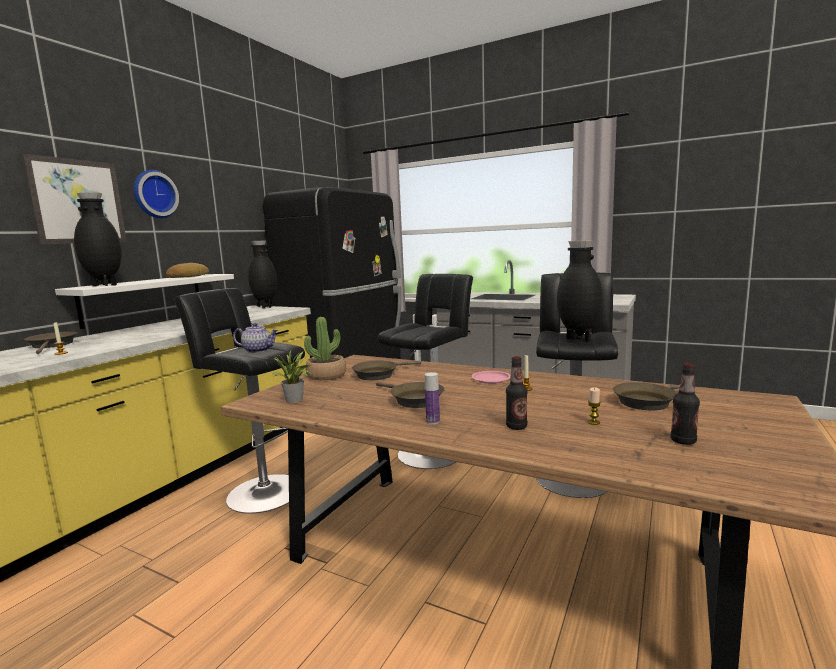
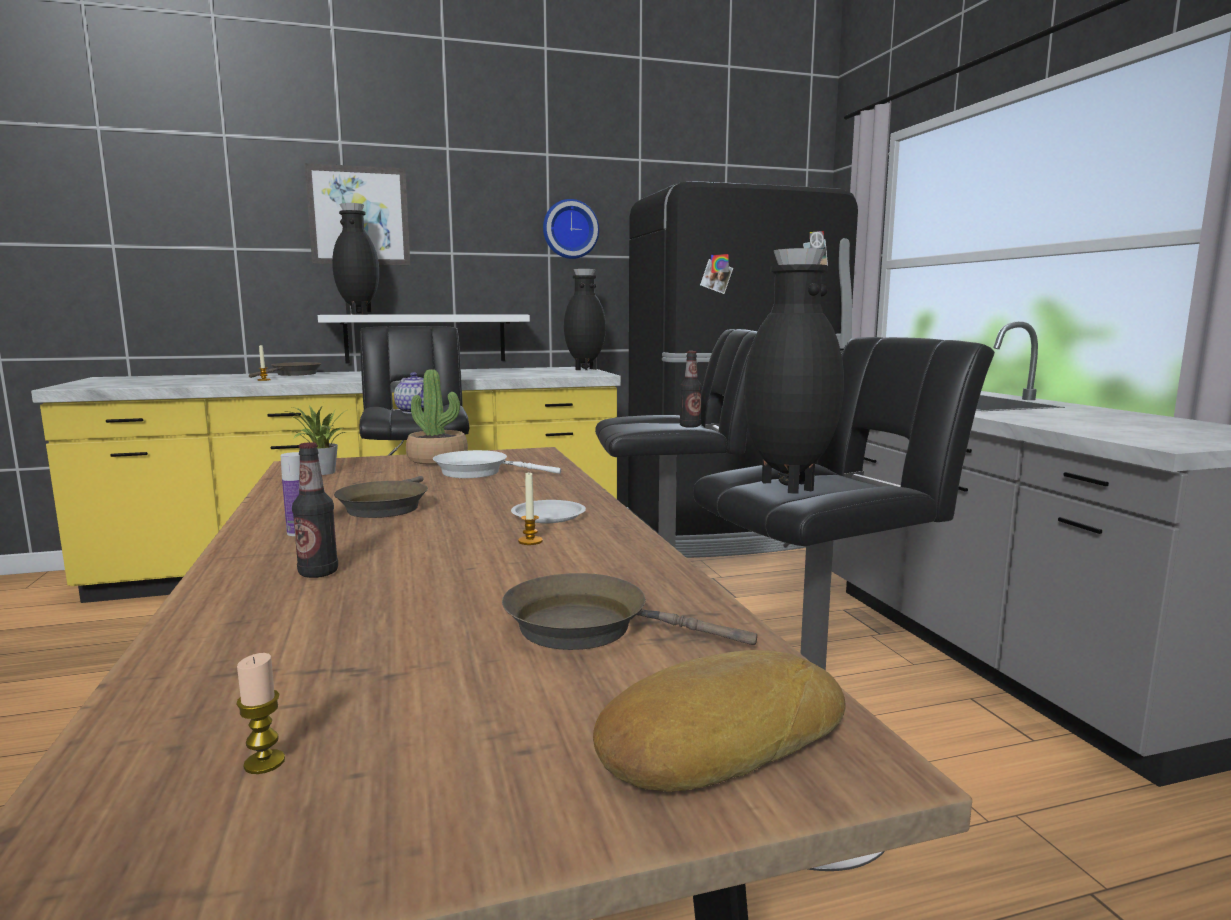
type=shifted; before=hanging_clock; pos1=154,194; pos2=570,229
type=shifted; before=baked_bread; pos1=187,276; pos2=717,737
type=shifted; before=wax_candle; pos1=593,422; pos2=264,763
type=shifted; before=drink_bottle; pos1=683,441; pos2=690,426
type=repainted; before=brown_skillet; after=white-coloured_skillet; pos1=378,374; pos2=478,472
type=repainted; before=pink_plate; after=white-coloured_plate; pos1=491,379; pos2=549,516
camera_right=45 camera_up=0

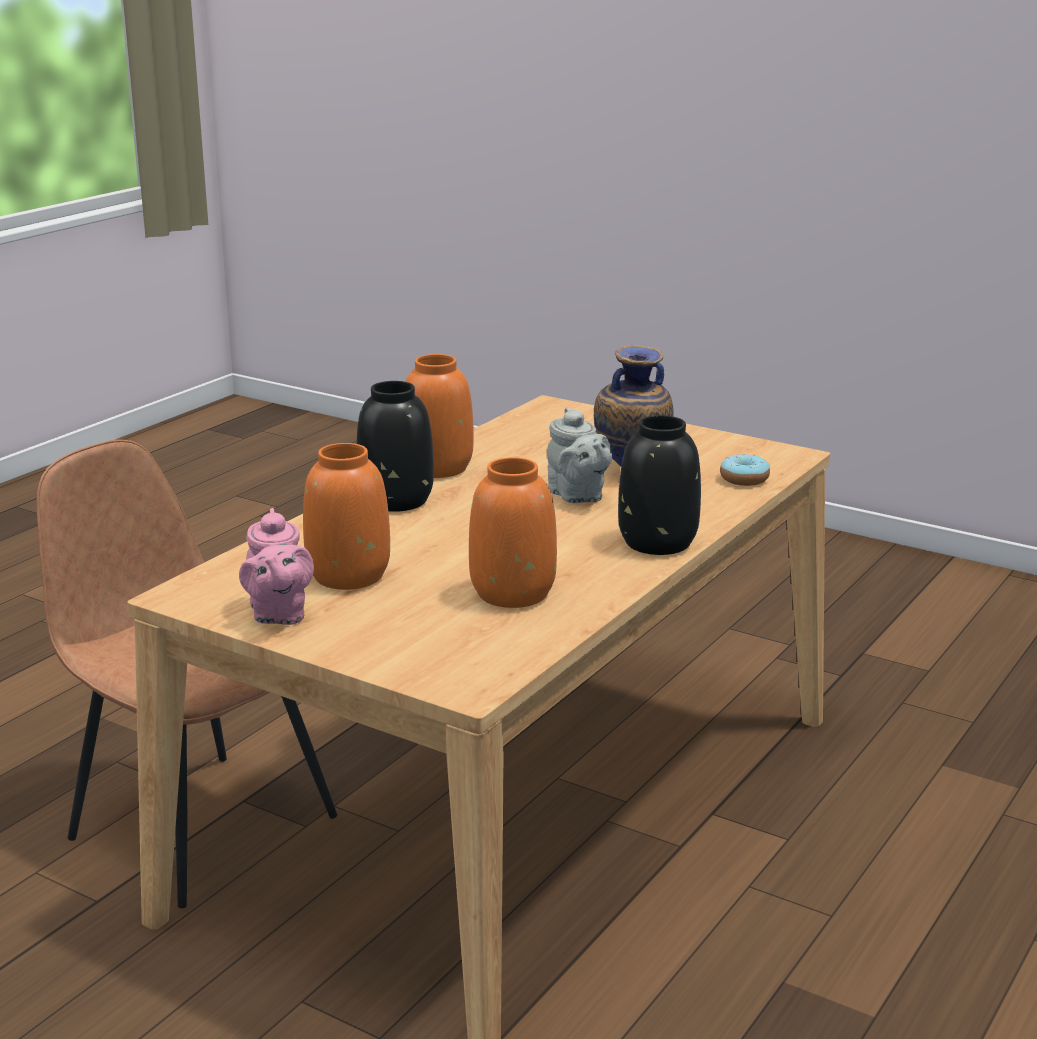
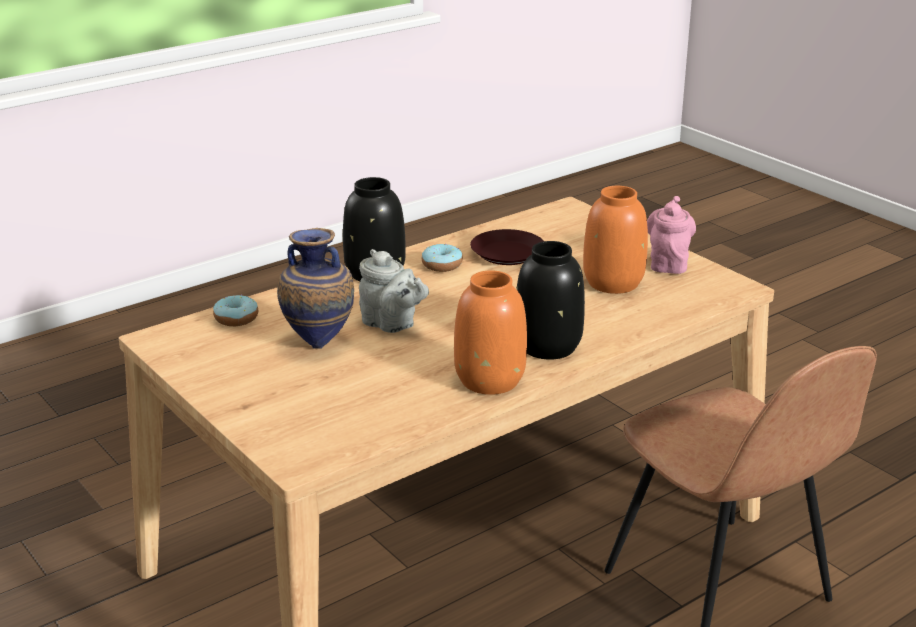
type=new; after=ring_doughnut; pos2=442,265
type=swapped; before=orange_decorative_vase; after=brown_plate; pos1=512,593; pos2=507,254
type=rotated; before=gray_tea_pot; pos1=578,496; pos2=391,324; turn=135
camera_right=-160 camera_up=5

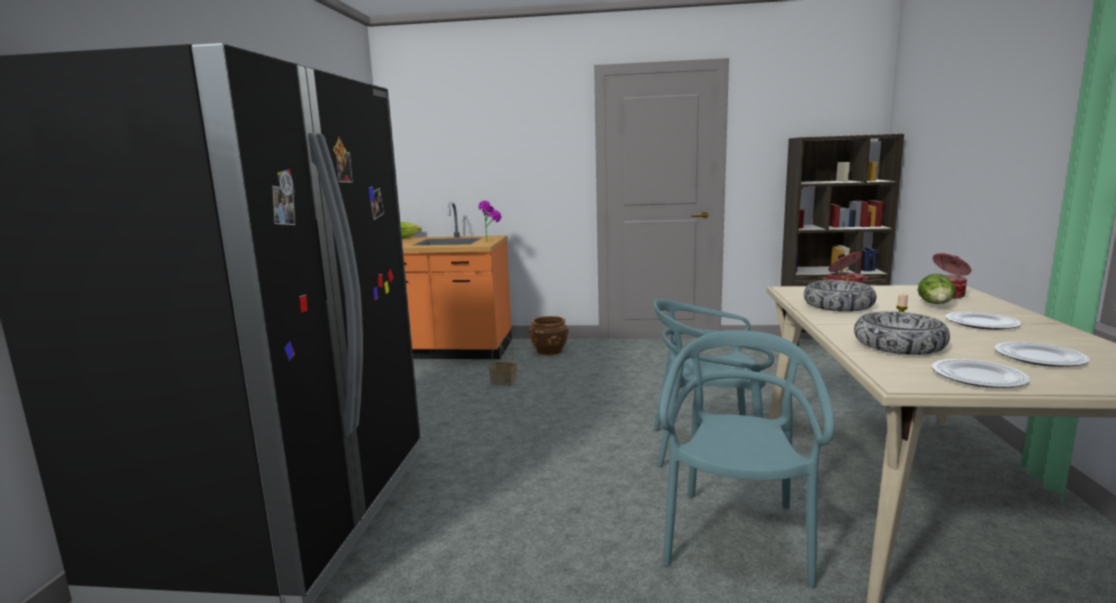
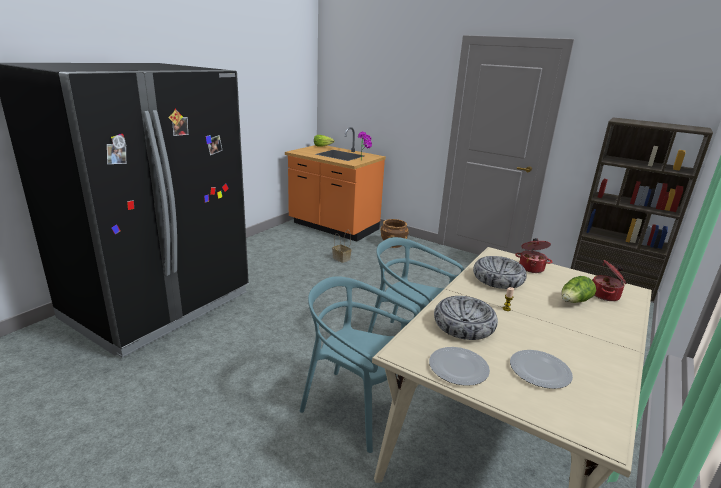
type=gone; before=plate; pos1=981,323
type=rotated; before=turquoise_plain_chair; pos1=737,537; pos2=355,406; turn=-105
camera_right=25 camera_up=10

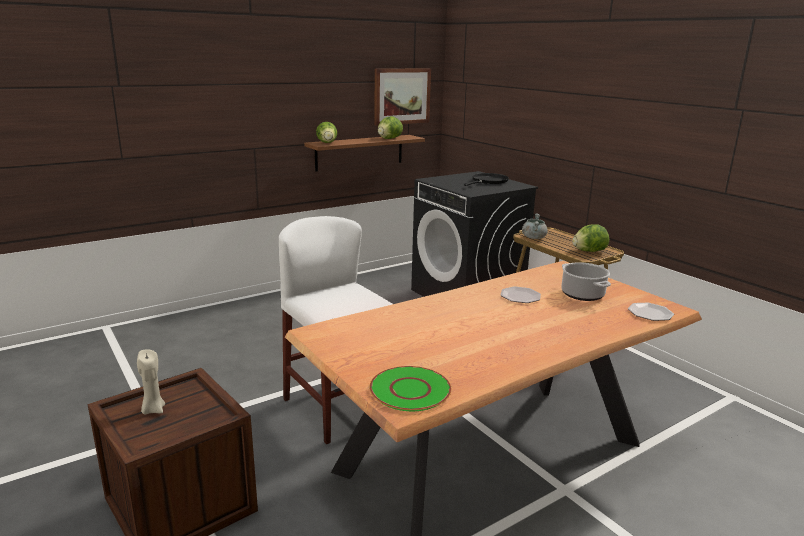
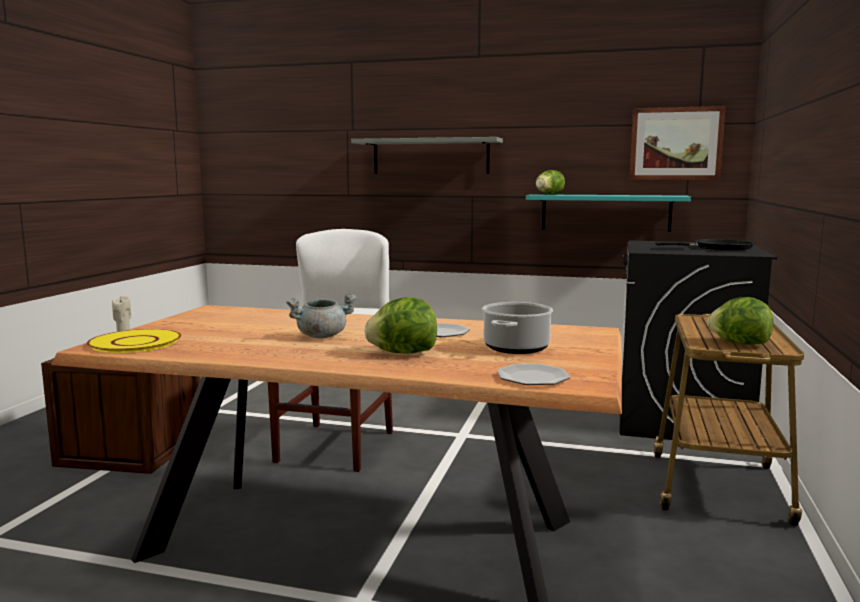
type=new; after=gray_shelf; pos2=430,156
type=shifted; before=lettuce; pos1=389,139; pos2=403,353
type=shifted; before=gray_saucepot; pos1=533,237; pos2=322,336
type=repainted; before=brown_shelf; after=turquoise_shelf; pos1=359,152; pos2=605,212
type=repainted; before=green_plate; after=yellow_plate; pos1=410,389; pos2=136,342
camera_right=50 camera_up=-10

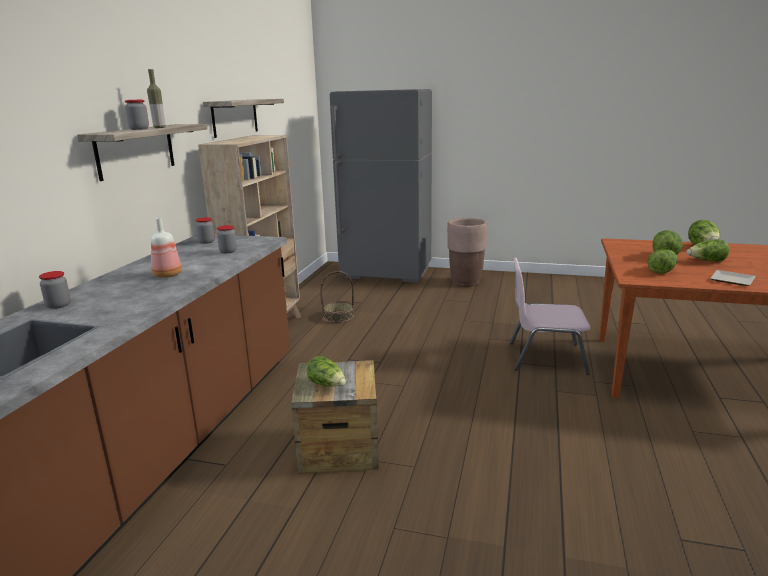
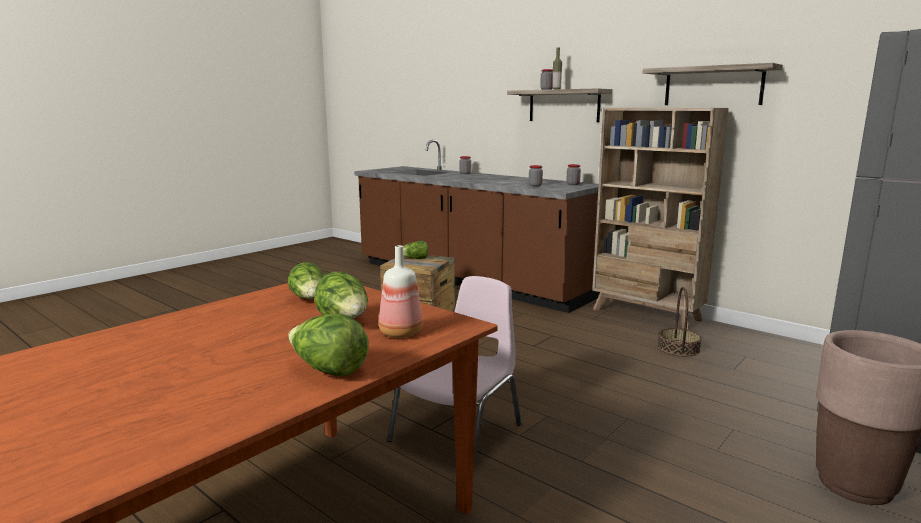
type=gone; before=lettuce; pos1=706,261
type=gone; before=plate; pos1=733,280
type=shifted; before=drink_bottle; pos1=167,275; pos2=399,333
camera_right=115 camera_up=-5

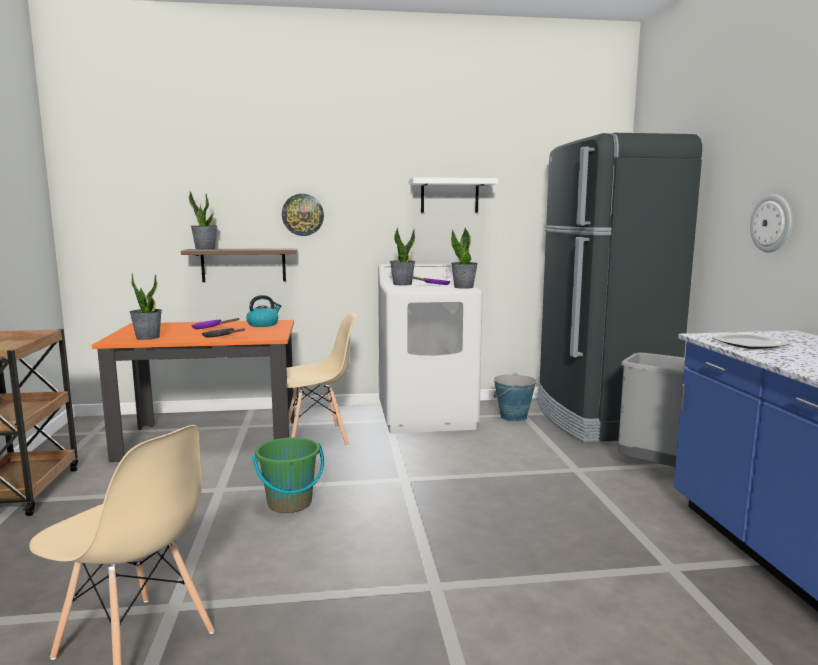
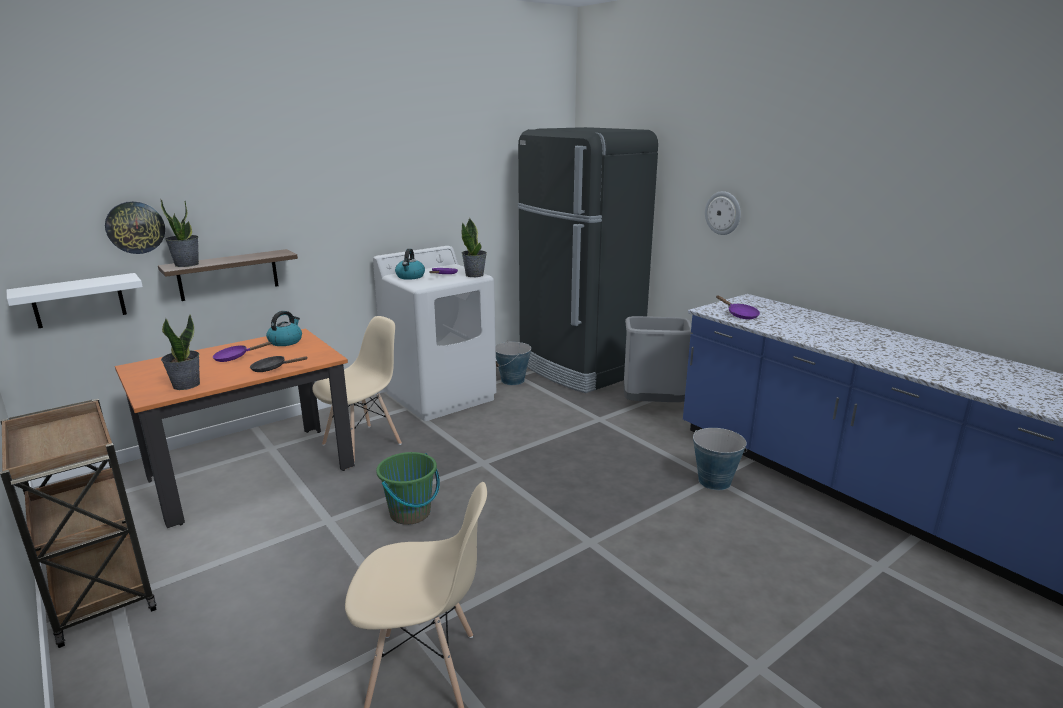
type=new; after=water_bucket; pos2=714,481
type=shifted; before=hanging_clock; pos1=303,214; pos2=135,227
type=shifted; before=white-coloured_shelf; pos1=449,196; pos2=78,300
type=swapped; before=houseplant; after=tea_kettle; pos1=402,284; pos2=410,276
type=swapped; before=plate; after=purplish_skillet; pos1=748,344; pos2=740,315
camera_right=-30 camera_up=10

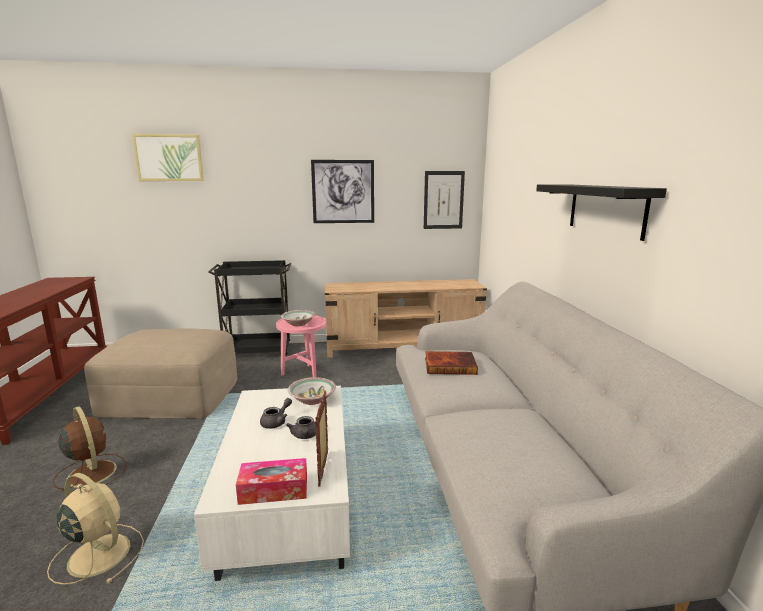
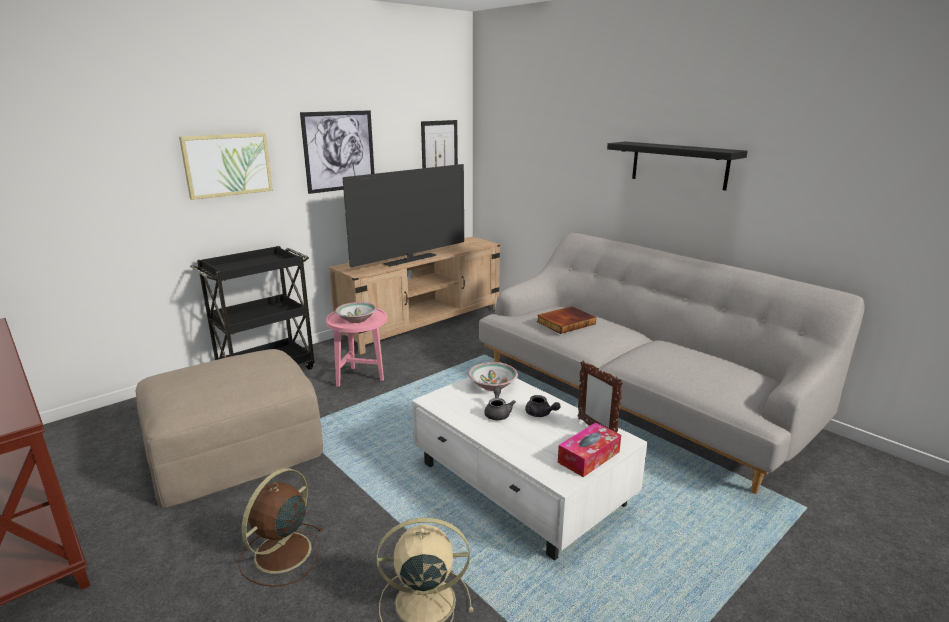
type=new; after=TV_set; pos2=410,260
type=shifted; before=wall_picture; pos1=169,158; pos2=227,165
type=rotated; before=brown_fan; pos1=91,472; pos2=281,554; turn=-75
camera_right=-35 camera_up=5

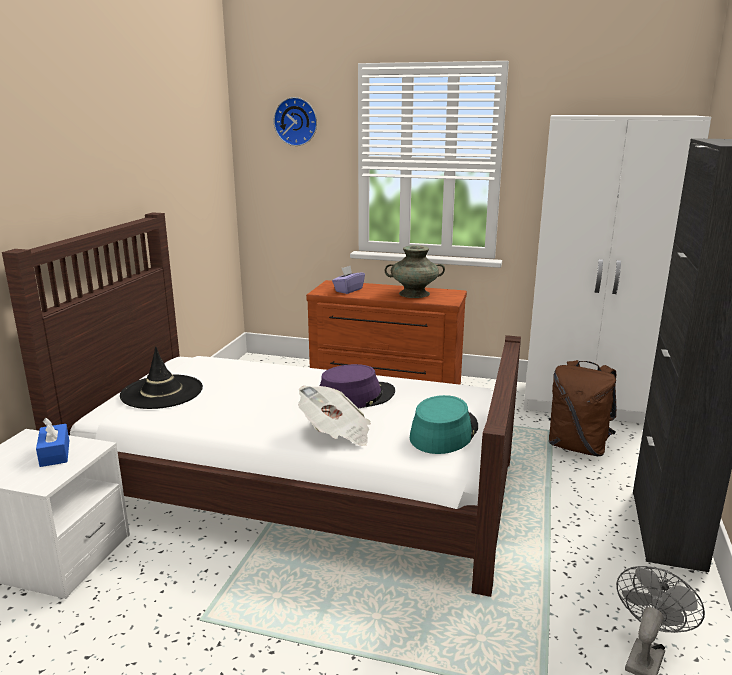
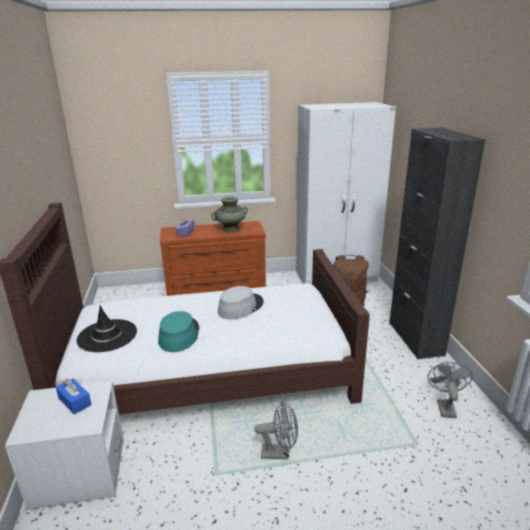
type=gone; before=hanging_clock; pos1=296,121
type=gone; before=daily_paper; pos1=336,433
type=new; after=gray_fan; pos2=280,453
type=shifted; before=turquoise_clothing_hat; pos1=443,432; pos2=179,335
type=repainted; before=purplish_clothing_hat; after=gray_clothing_hat; pos1=356,396; pos2=240,307
camera_right=-25 camera_up=5

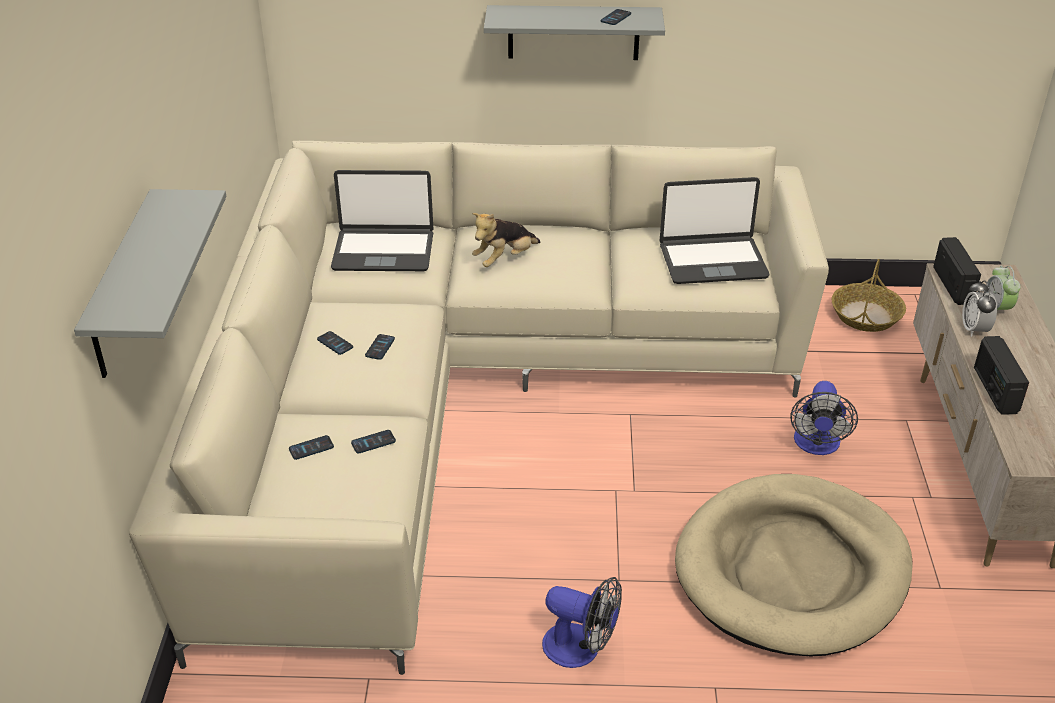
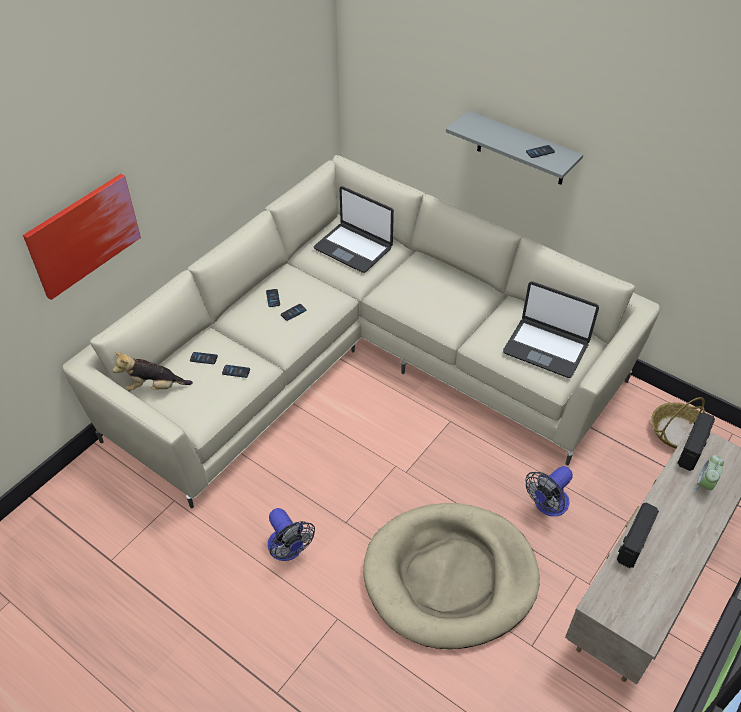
type=gone; before=bedside_clock; pos1=974,329
type=shifted; before=cuddly_toy; pos1=504,259; pos2=154,387
type=swapped; before=gray_shelf; after=wall_picture; pos1=122,287; pos2=83,235
camera_right=35 camera_up=10

